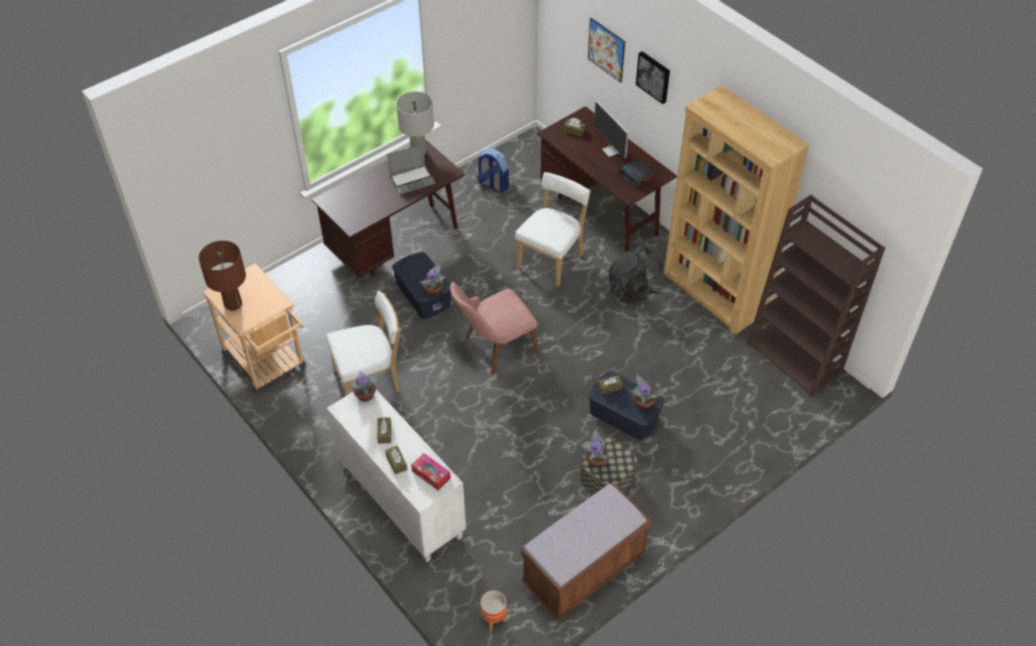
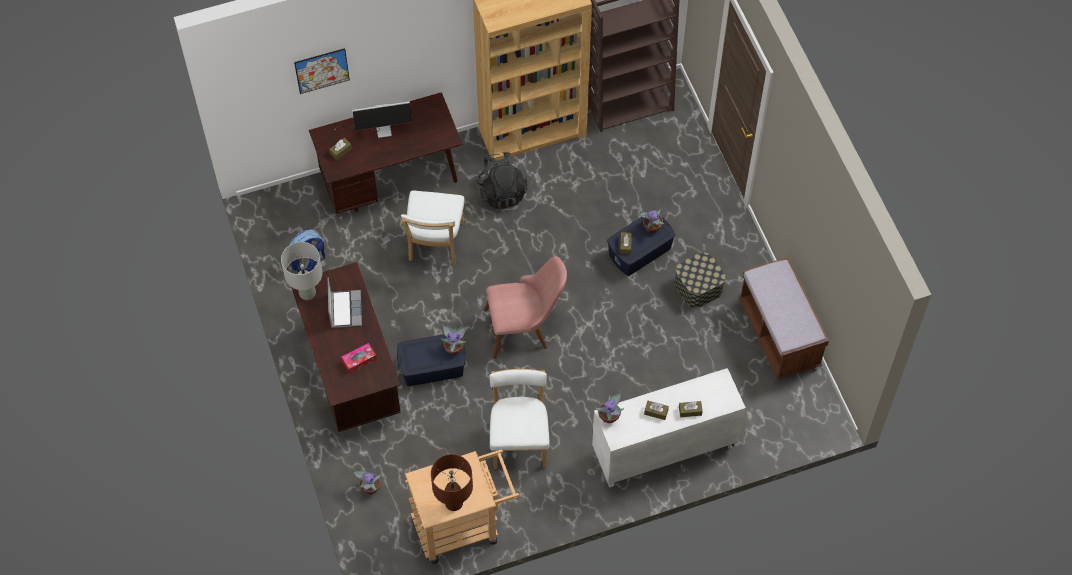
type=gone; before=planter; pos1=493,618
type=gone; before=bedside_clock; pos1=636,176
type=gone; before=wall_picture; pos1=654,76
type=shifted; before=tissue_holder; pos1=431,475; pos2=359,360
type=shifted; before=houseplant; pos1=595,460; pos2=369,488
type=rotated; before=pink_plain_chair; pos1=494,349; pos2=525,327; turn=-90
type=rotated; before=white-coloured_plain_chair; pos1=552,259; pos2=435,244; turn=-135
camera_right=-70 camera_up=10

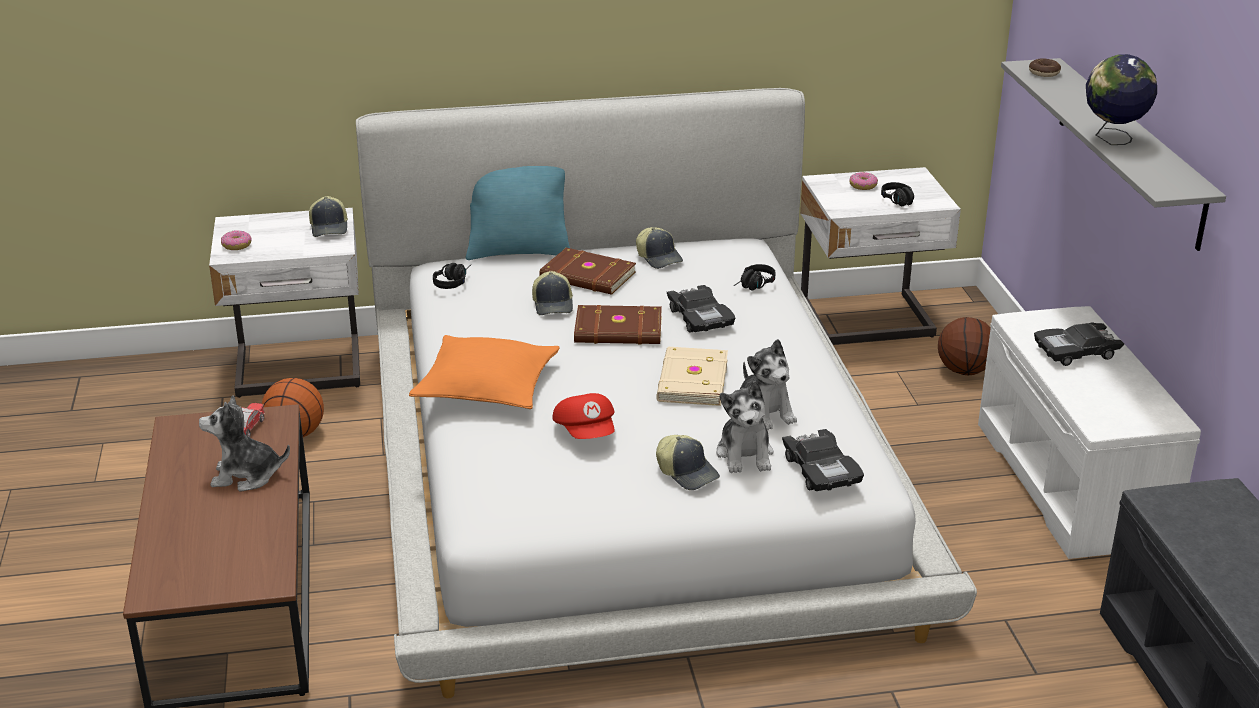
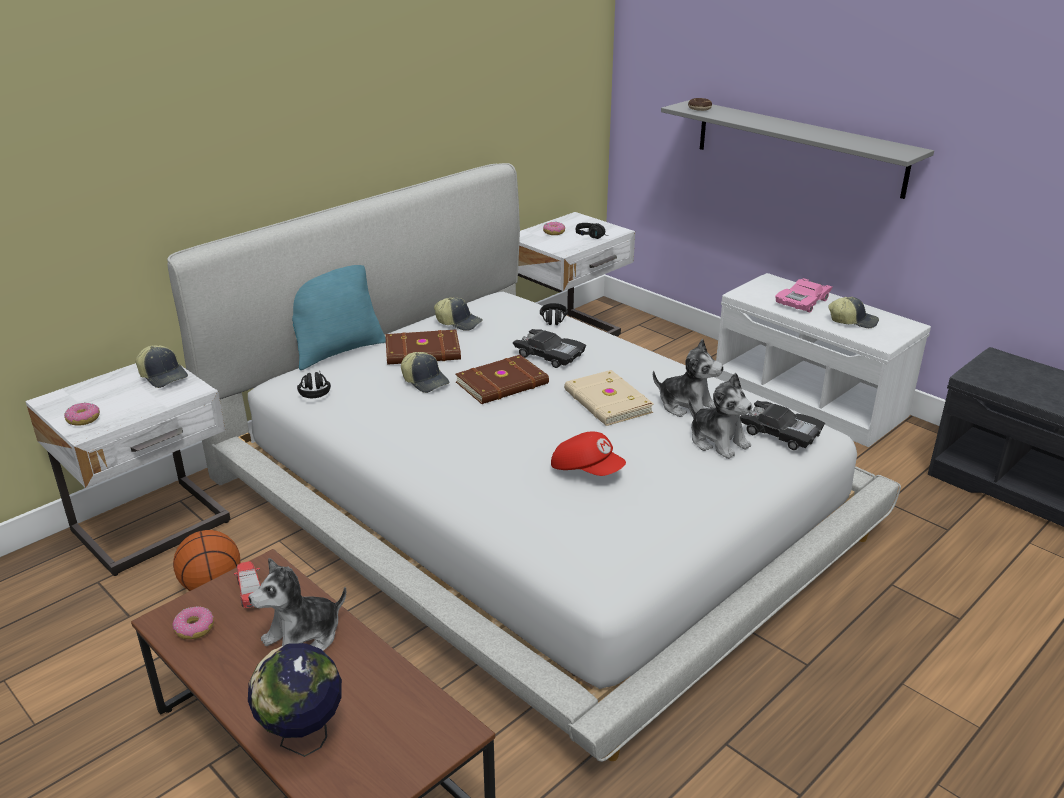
type=gone; before=orange_cushion; pos1=487,387
type=gone; before=ball_for_basketball; pos1=964,371
type=new; after=ring_doughnut; pos2=194,628
type=shifted; before=cap; pos1=687,472; pos2=852,321
type=shifted; before=desk_globe; pos1=1113,139; pos2=303,739
type=repainted; before=black-coloured_model_car; after=pink_model_car; pos1=1076,352; pos2=802,302
camera_right=-35 camera_up=0

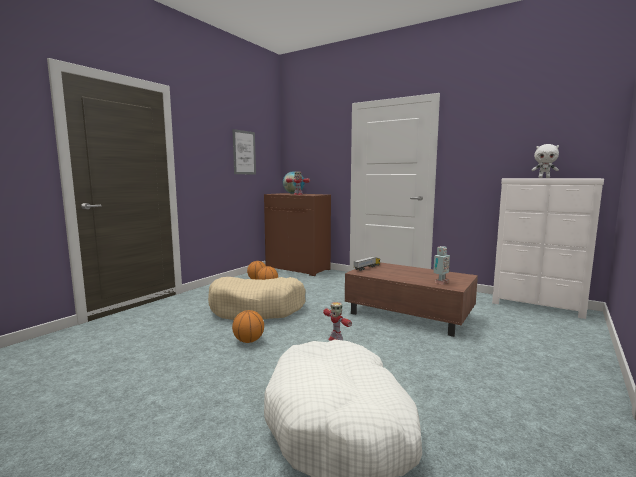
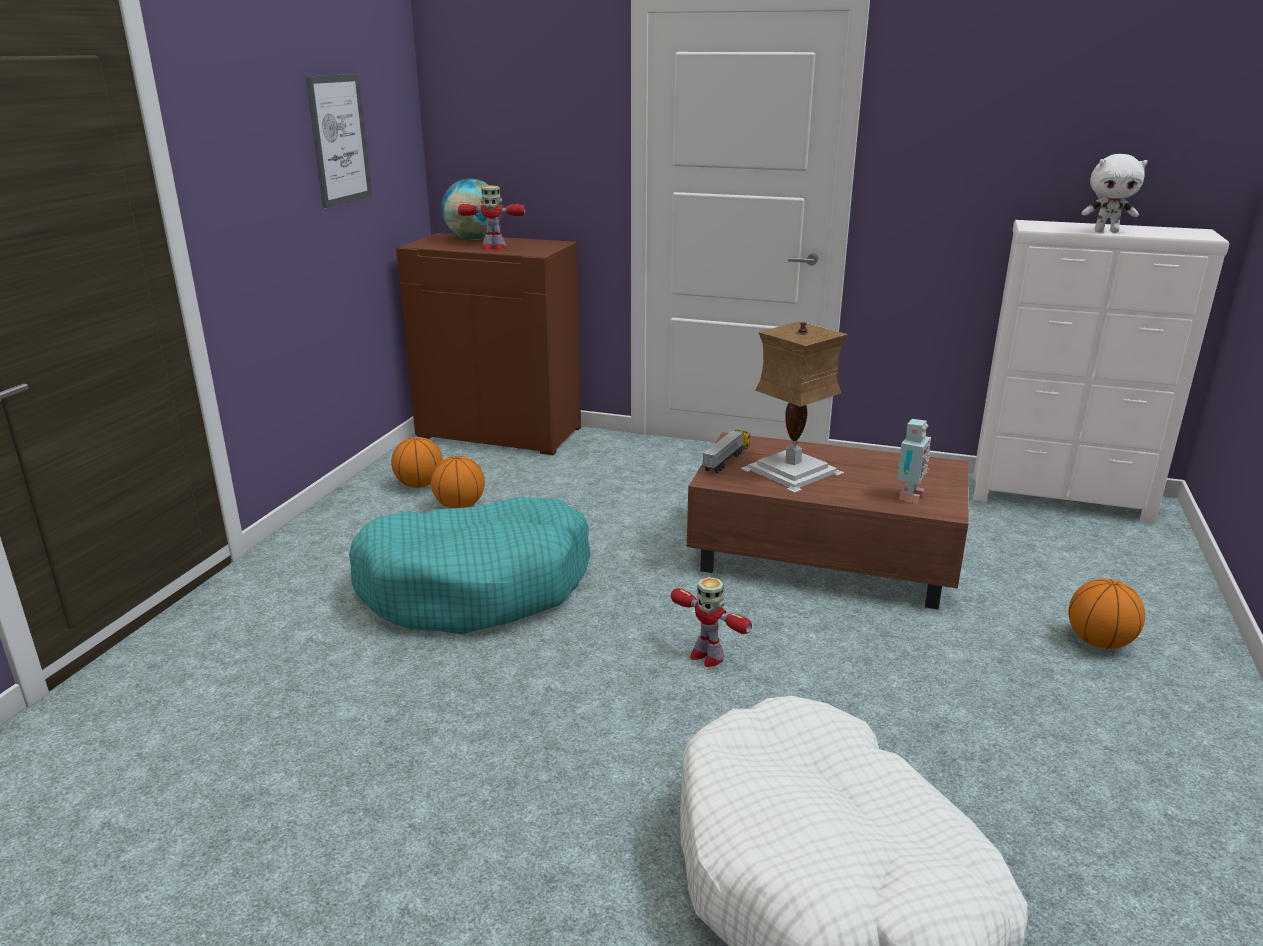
type=new; after=table_lamp; pos2=789,471
type=shifted; before=ball_for_basketball; pos1=249,341; pos2=1099,642
type=repainted; before=beige_pet_bed; after=turquoise_pet_bed; pos1=257,309; pos2=477,586
camera_right=-15 camera_up=15

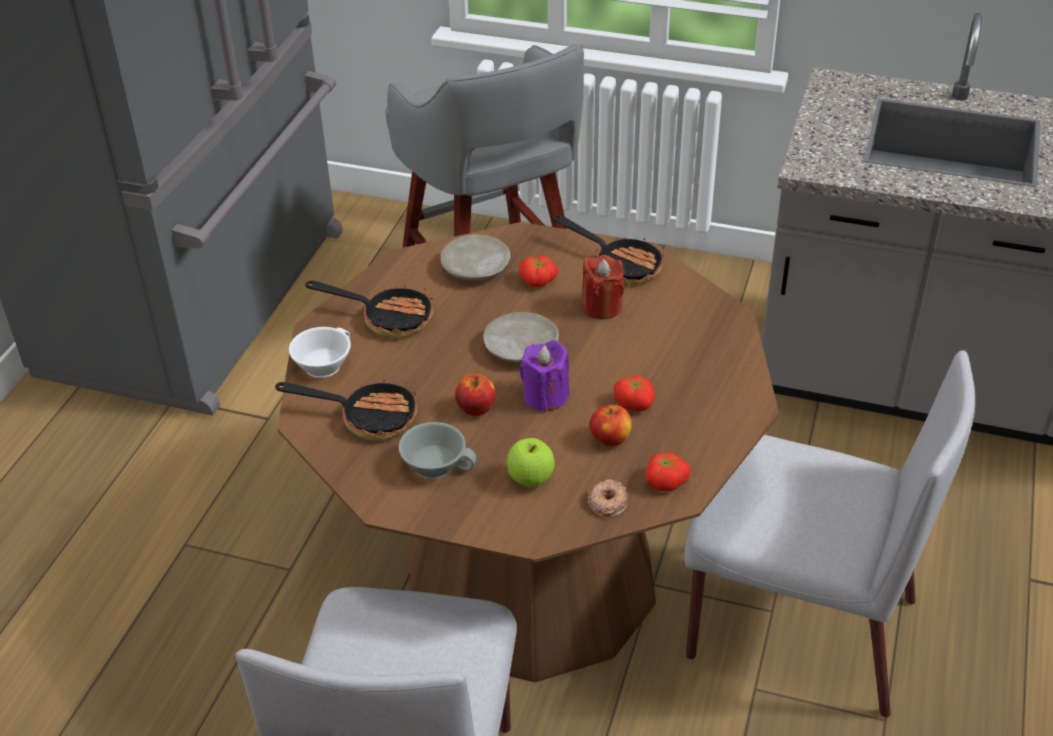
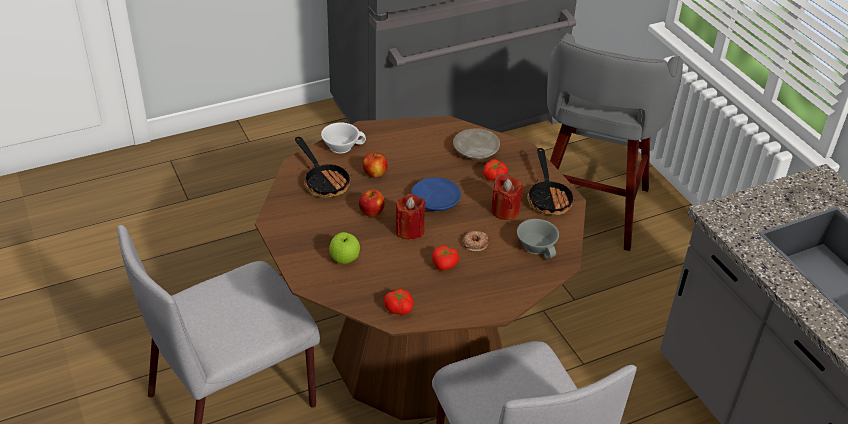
type=gone; before=skillet; pos1=387,318
type=shifted; before=gray_small_cup; pos1=436,464; pos2=538,246
type=shifted; before=ring_doughnut; pos1=607,502; pos2=475,243
type=shifted; before=whole_apple; pos1=610,439; pos2=375,174
type=repainted; before=beige_plate; after=bluish_plate; pos1=520,347; pos2=435,200
type=repainted; before=purplish_wax_candle; after=red-coloured_wax_candle; pos1=545,397; pos2=409,230
camera_right=45 camera_up=0

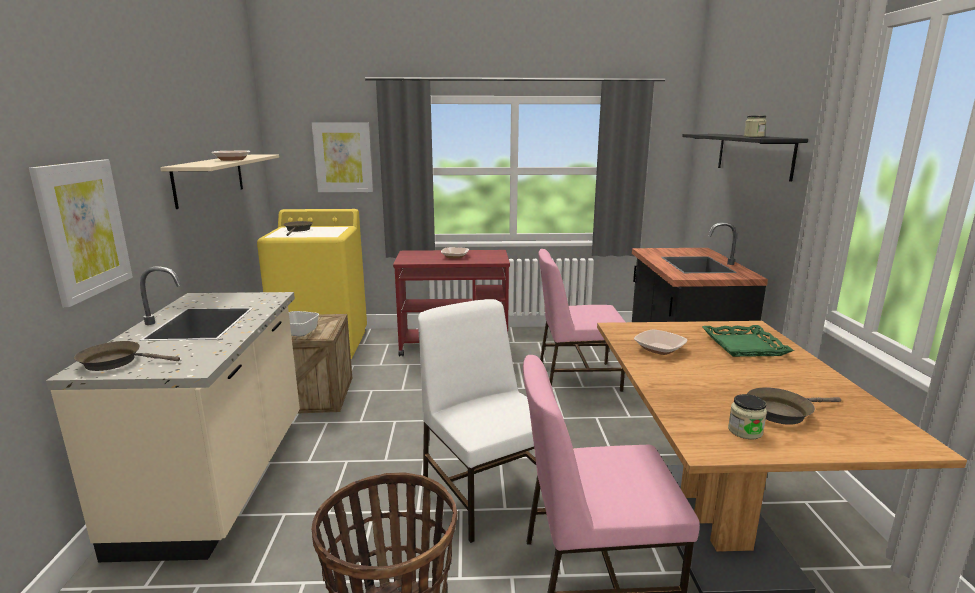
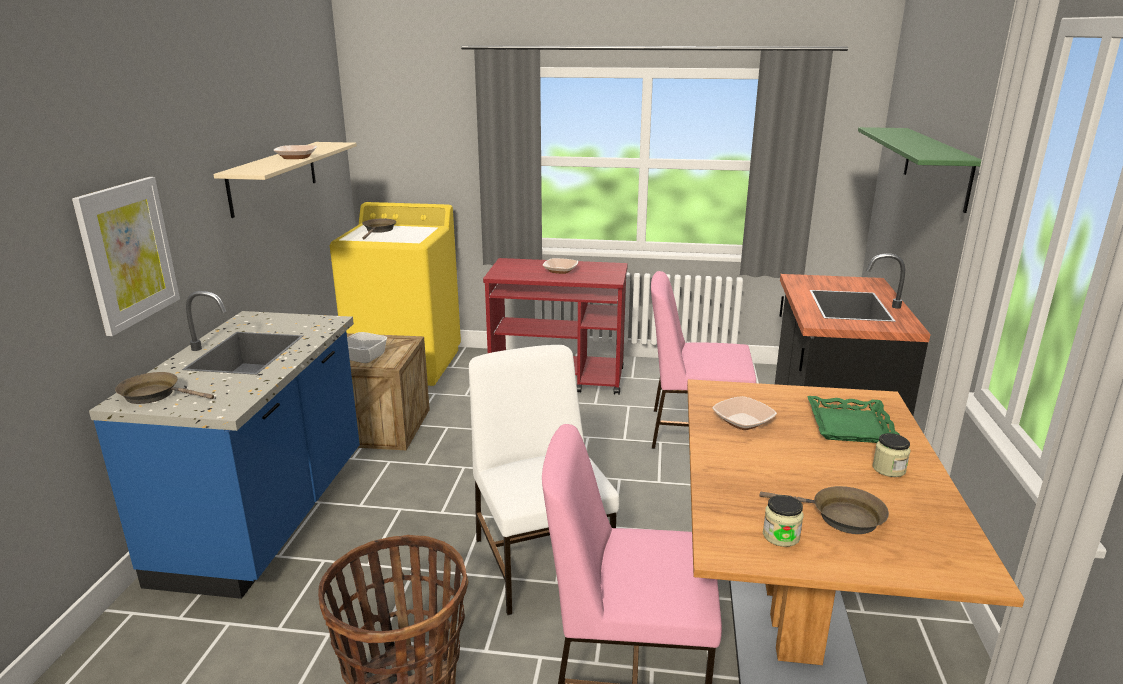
type=gone; before=wall_picture; pos1=343,157
type=shifted; before=jar; pos1=753,136; pos2=889,469
type=repainted; before=beige_kitchen_base_unit; after=bluish_kitchen_base_unit; pos1=221,481; pos2=268,517
type=repainted; before=black-coloured_shelf; after=green_shelf; pos1=753,155; pos2=936,167
type=rotated; before=brown_skillet; pos1=782,412; pos2=841,517; turn=-150
camera_right=10 camera_up=5

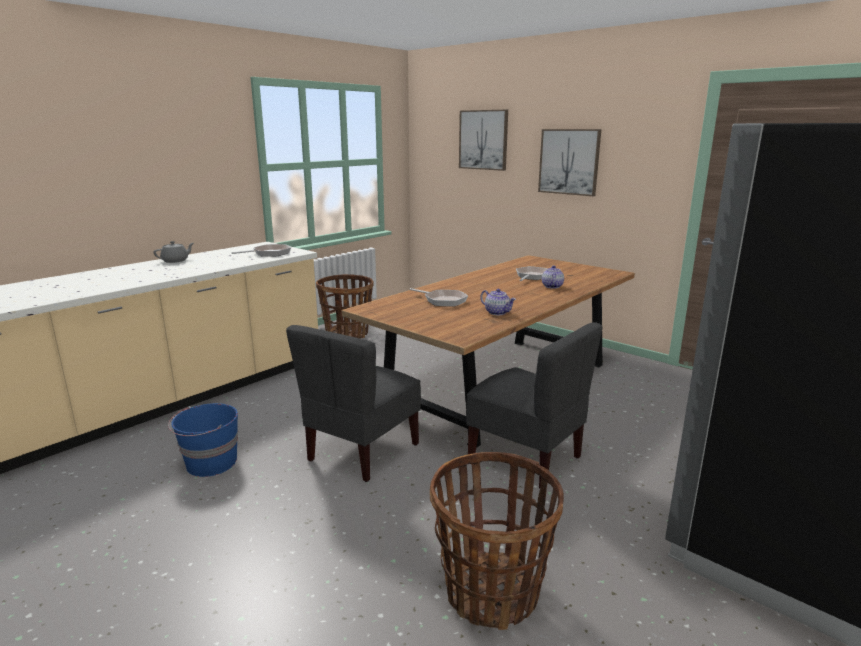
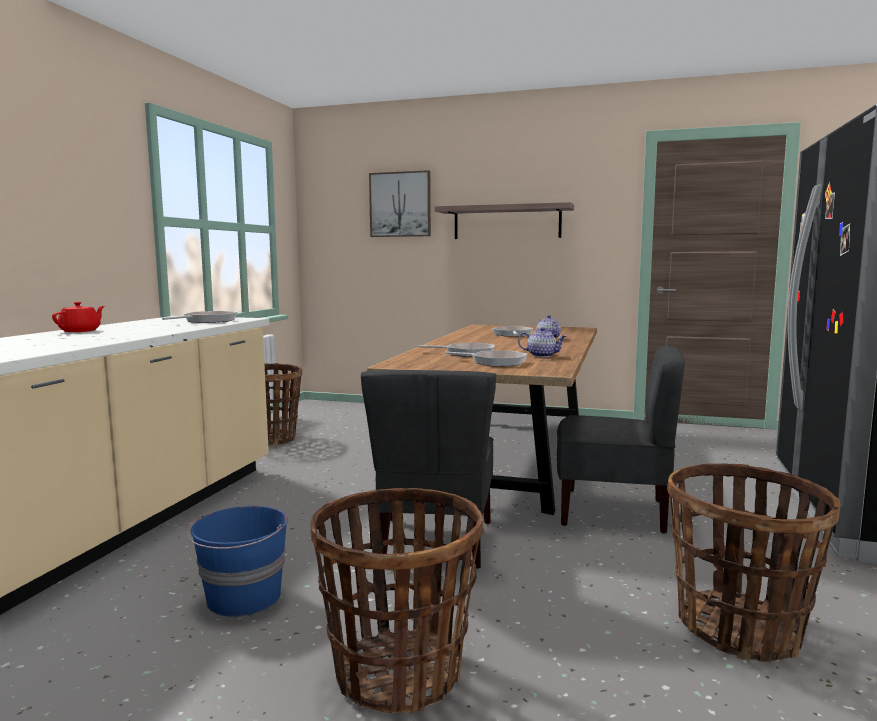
type=new; after=storage_basket; pos2=398,672
type=new; after=skillet; pos2=495,362
type=swapped; before=wall_picture; after=shelf; pos1=569,162; pos2=507,222
type=repainted; before=gray_tea_pot; after=red-coloured_tea_pot; pos1=175,261; pos2=81,331
camera_right=-25 camera_up=-10

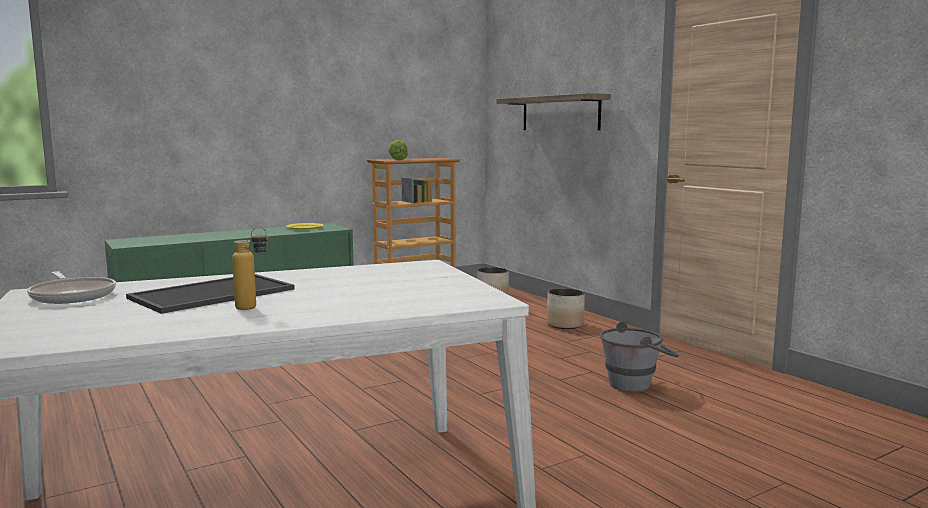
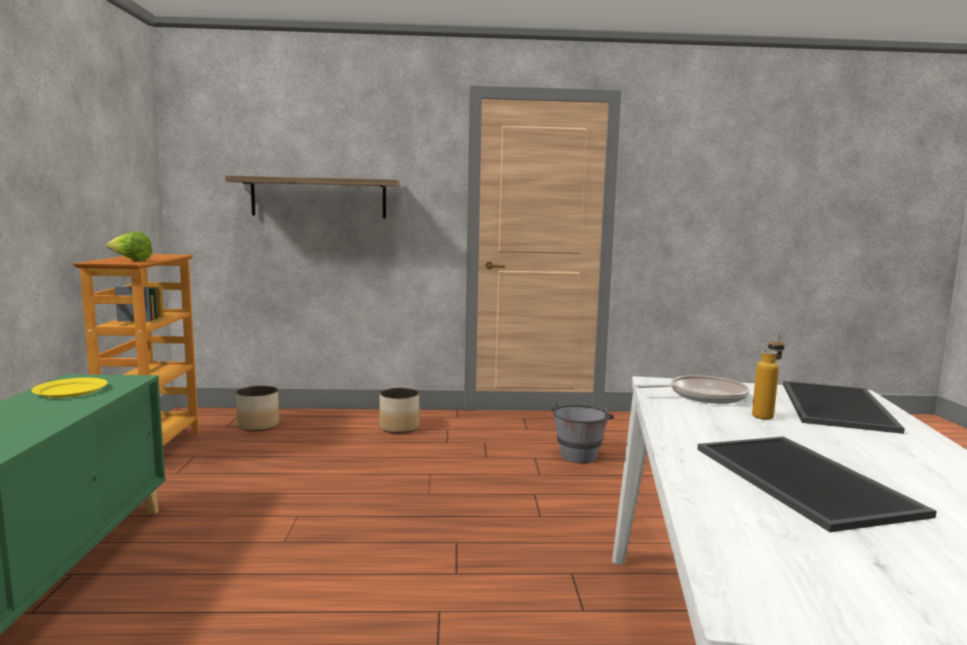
type=new; after=carrying_tray; pos2=839,407
type=shifted; before=skillet; pos1=72,295; pos2=703,396
type=shifted; before=drink_bottle; pos1=253,308; pos2=765,415
camera_right=-60 camera_up=0

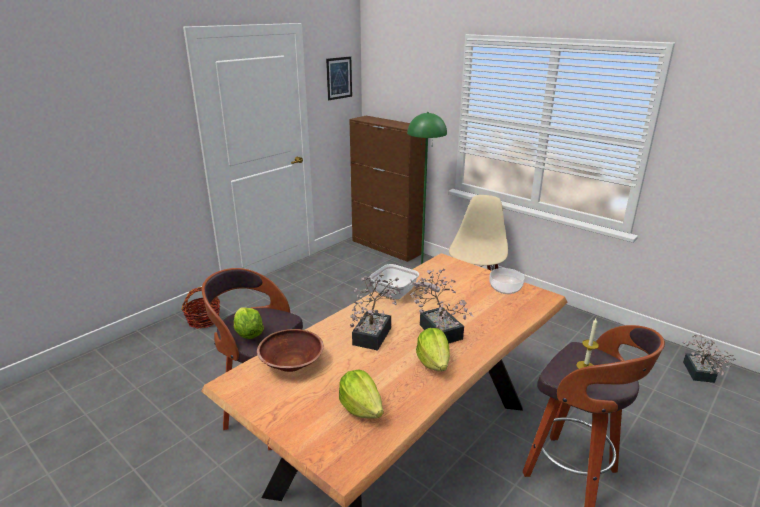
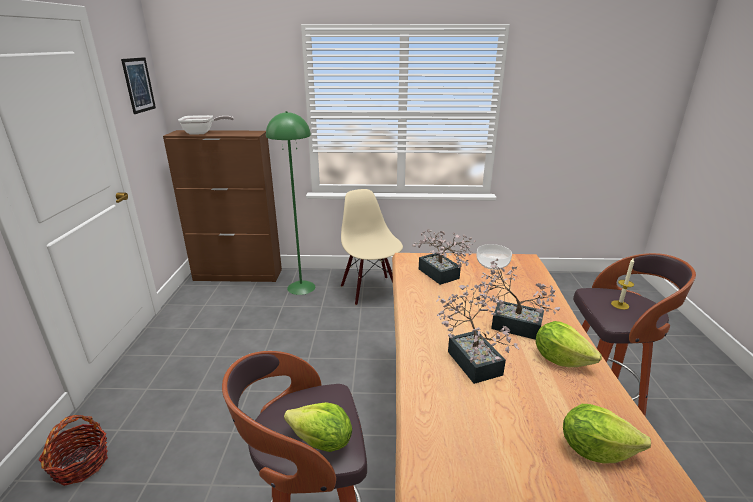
type=gone; before=brown_deep_dish; pos1=291,363
type=shifted; before=skillet; pos1=398,295; pos2=202,133
type=shifted; before=houseplant; pos1=699,374; pos2=441,276
camera_right=-40 camera_up=0

